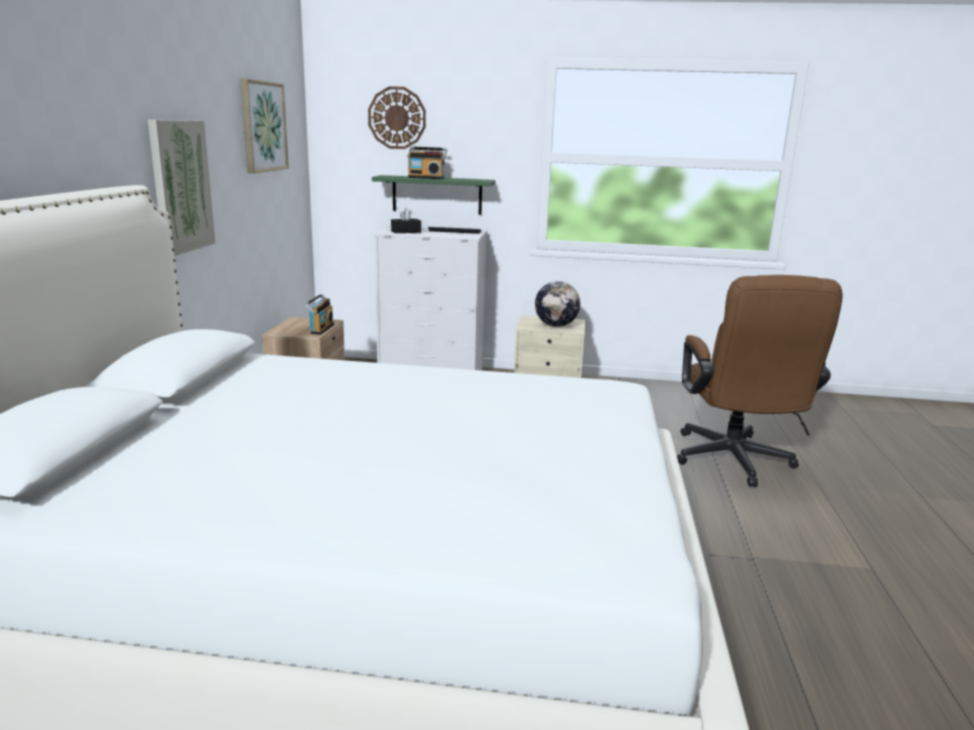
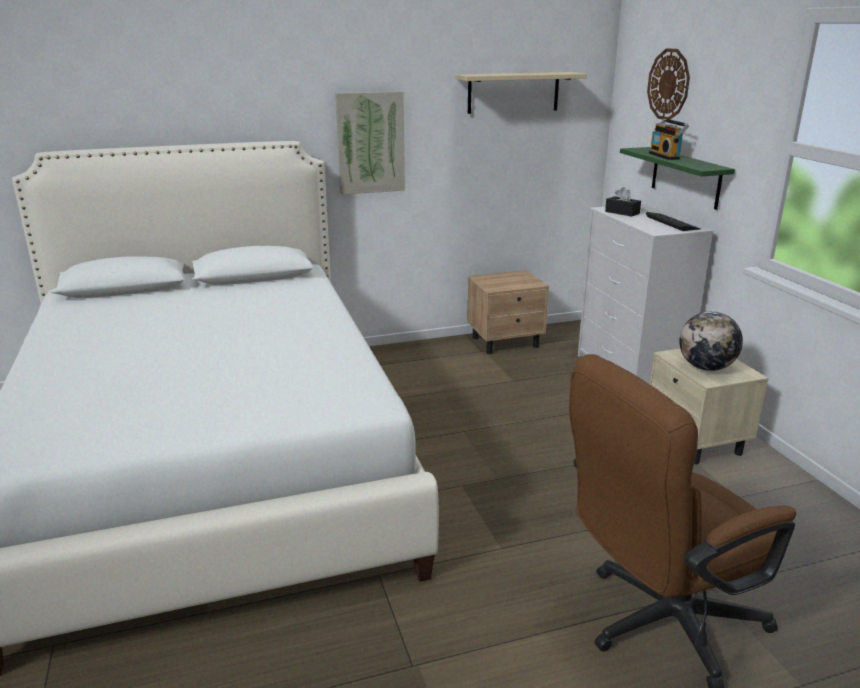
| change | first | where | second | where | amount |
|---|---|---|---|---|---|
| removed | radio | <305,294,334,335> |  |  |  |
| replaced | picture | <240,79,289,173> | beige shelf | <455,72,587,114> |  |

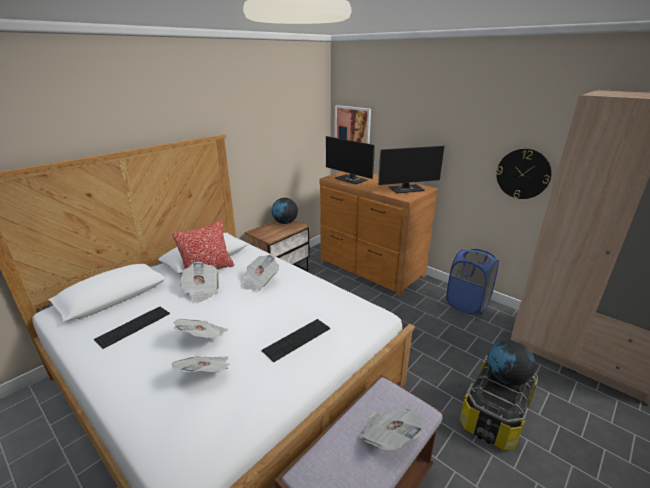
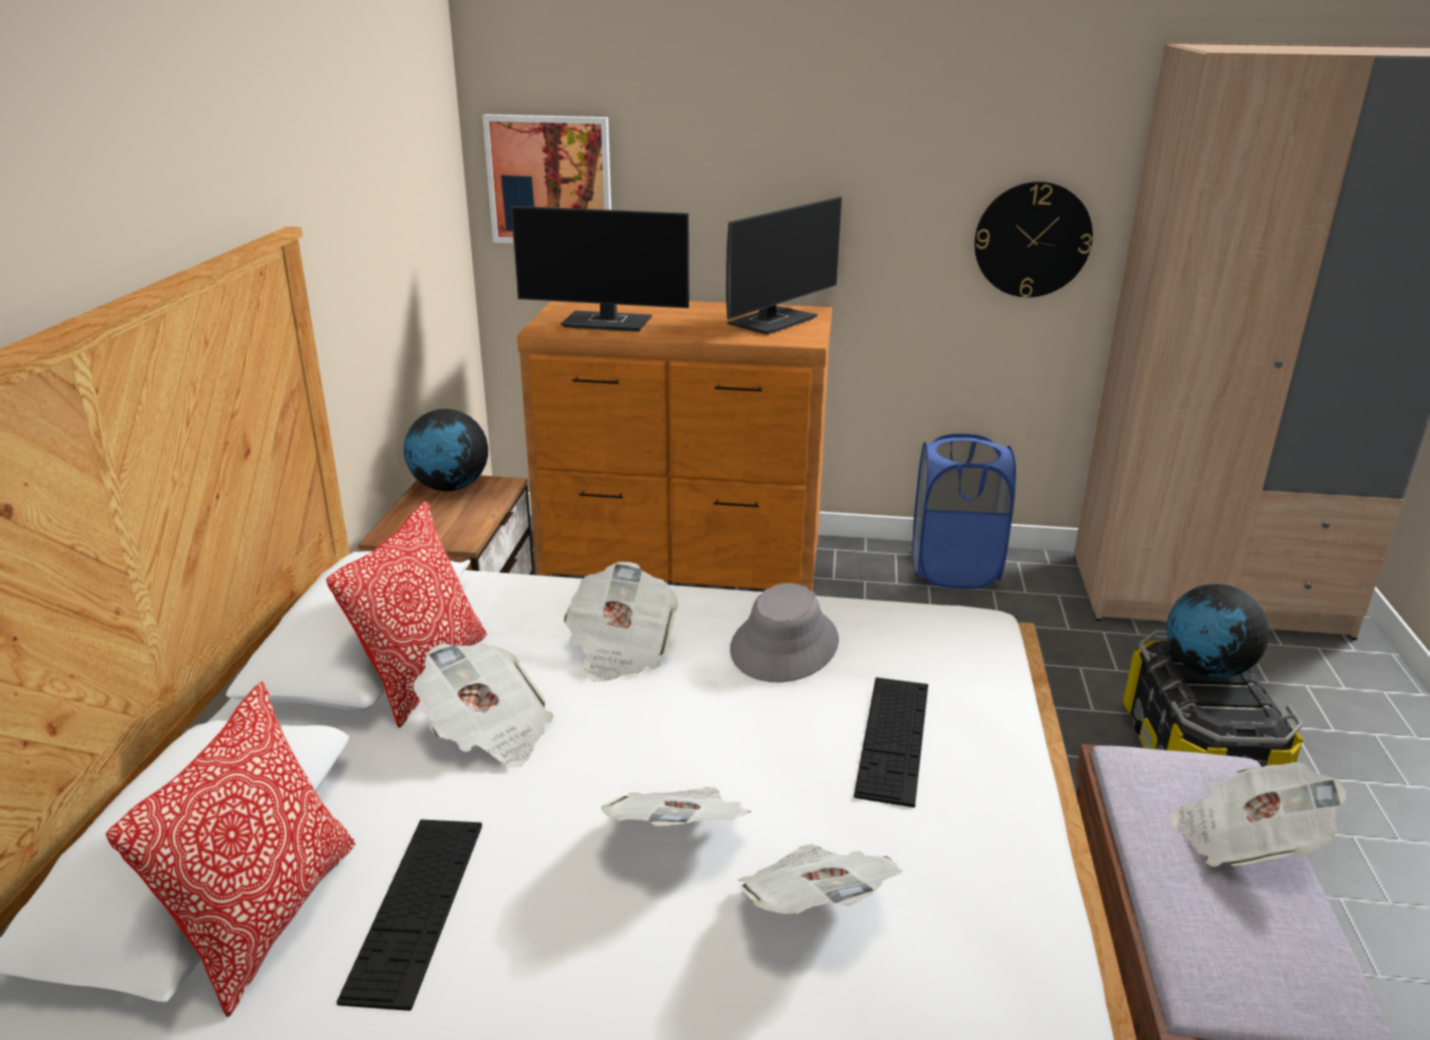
| change | first | where | second | where | amount |
|---|---|---|---|---|---|
| added |  |  | pillow | <105,681,356,1018> |  |
| added |  |  | grey hat | <730,583,839,682> |  |

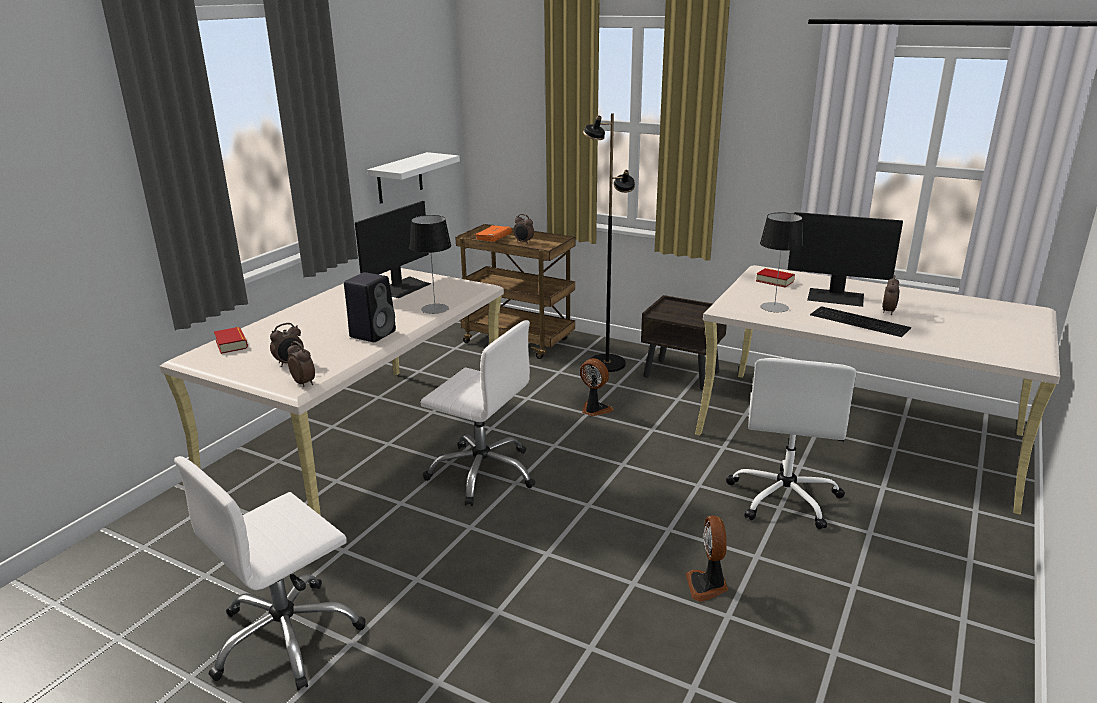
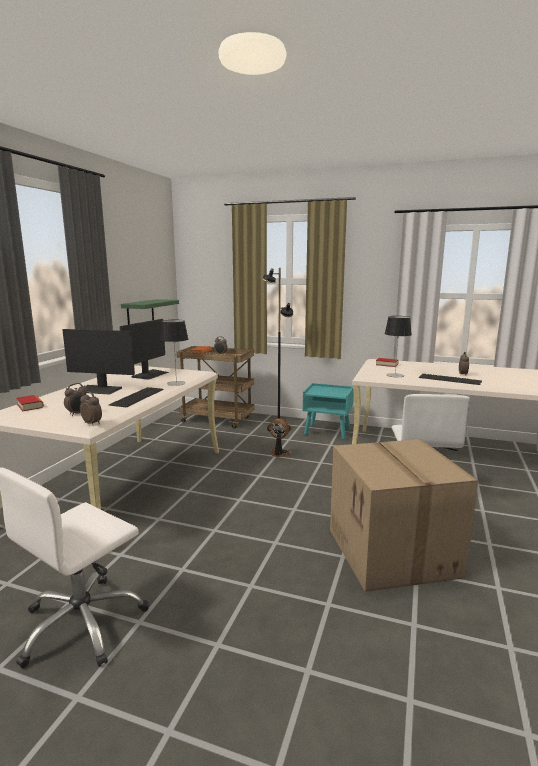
| change | first | where | second | where | amount |
|---|---|---|---|---|---|
| removed | white office chair | <420,320,535,506> |  |  |  |
| moved | monitor | <788,212,903,307> |  | <62,329,135,395> |  |
| replaced | black speaker | <344,272,396,342> | keyboard | <109,387,164,408> |  |
| replaced | fan | <685,516,728,602> | cardboard box | <330,439,478,592> |  |
| recoloured | white shelf | <367,152,460,204> | green shelf | <121,299,179,325> |  |
| recoloured | brown nightstand | <641,295,727,390> | turquoise nightstand | <303,383,354,439> |  |

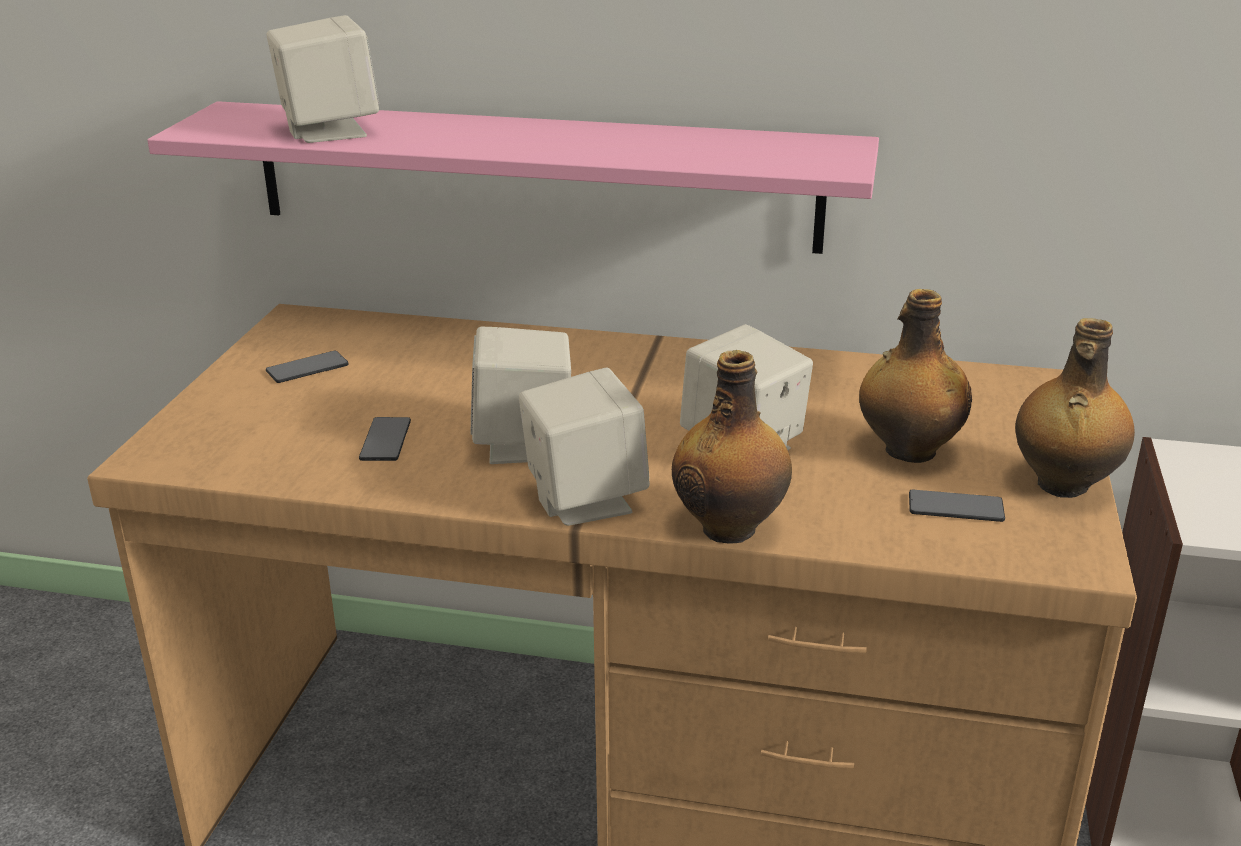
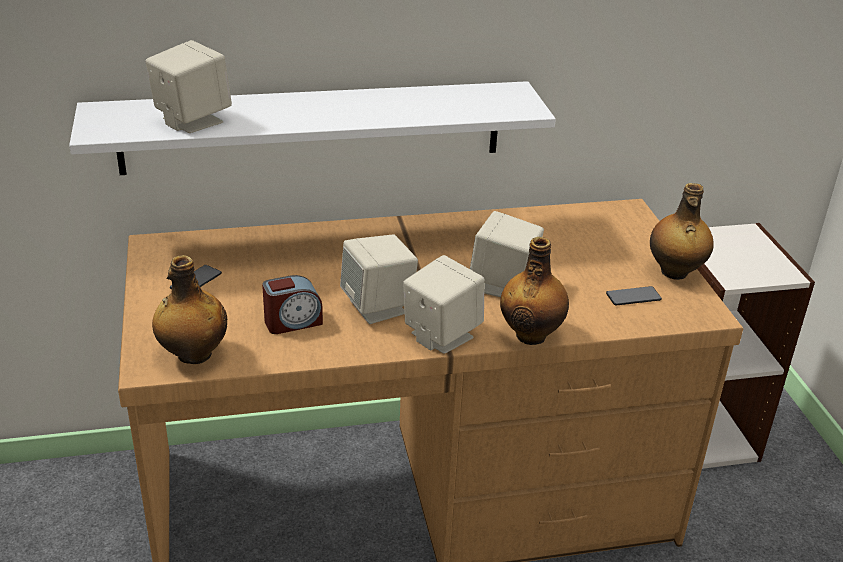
| change | first | where | second | where | amount |
|---|---|---|---|---|---|
| moved | bottle | <859,289,972,463> |  | <152,255,227,364> |  |
| replaced | phone | <359,417,411,461> | alarm clock | <262,275,323,334> |  |
| recoloured | pink shelf | <147,101,879,254> | white shelf | <69,81,556,175> |  |

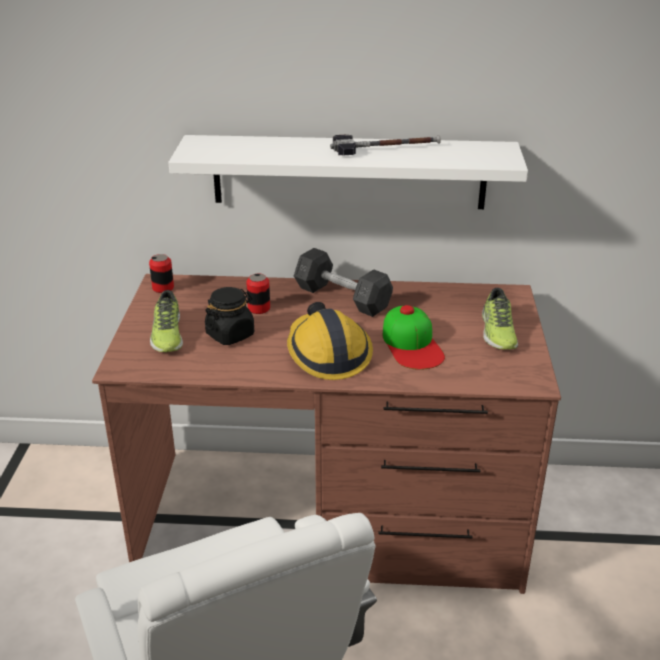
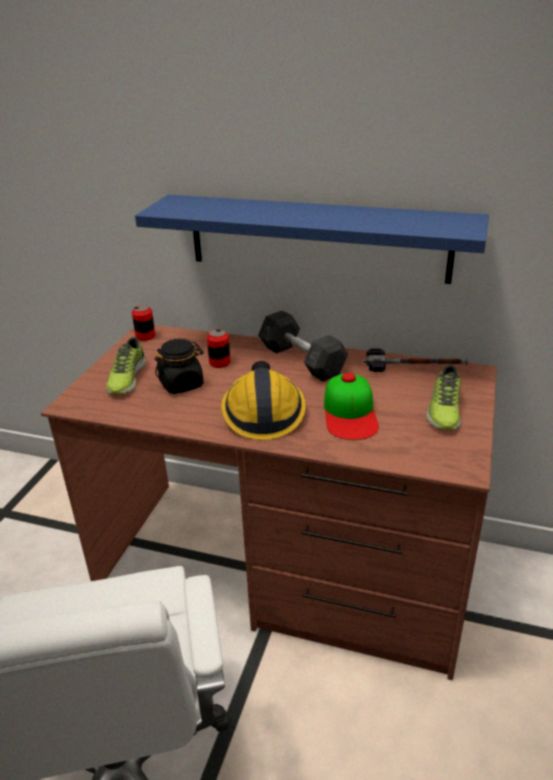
| change | first | where | second | where | amount |
|---|---|---|---|---|---|
| moved | hammer | <330,135,441,155> |  | <363,349,469,372> |  |
| recoloured | white shelf | <168,135,528,209> | blue shelf | <135,195,489,284> |  |

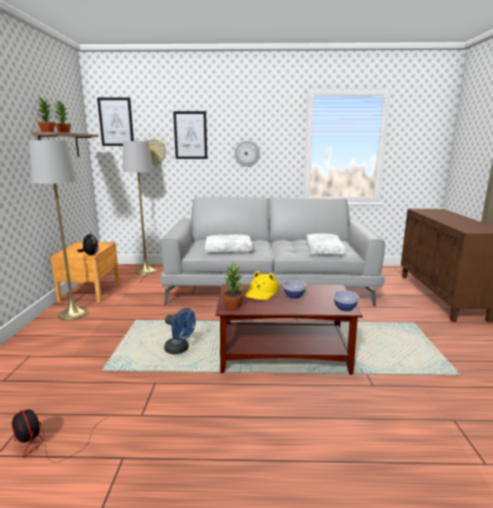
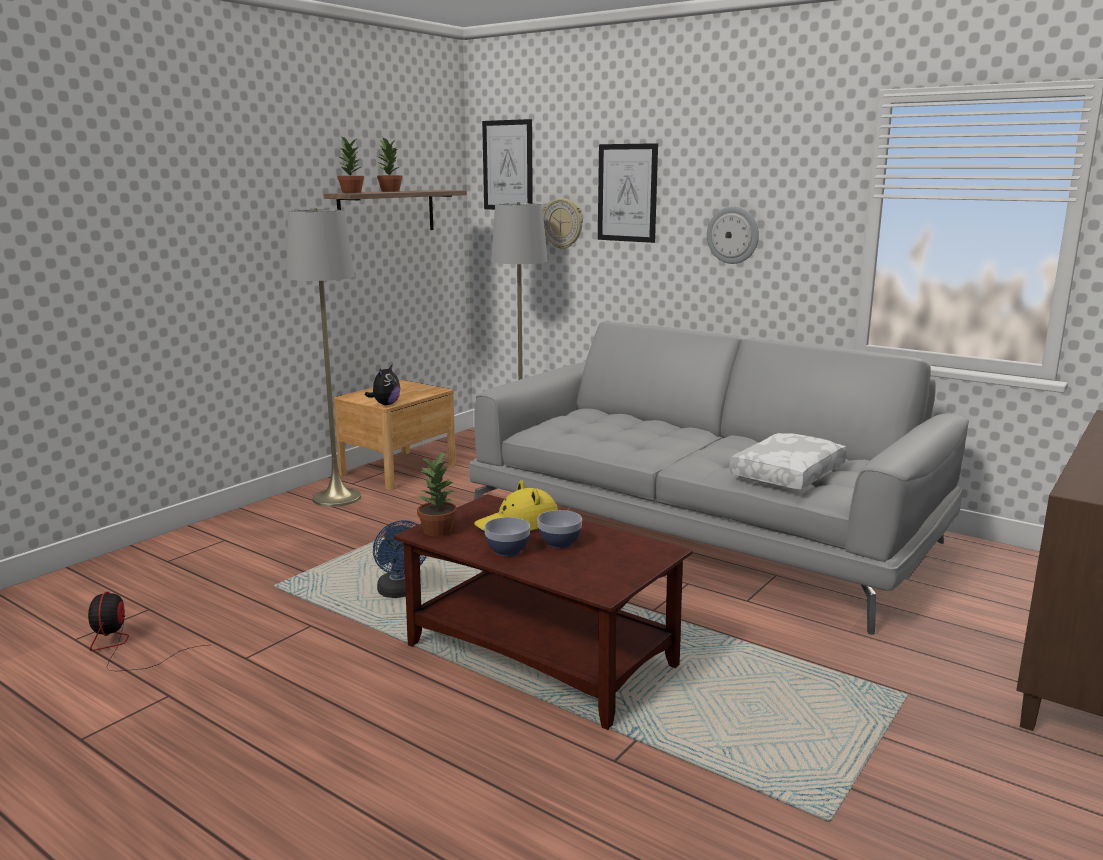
| change | first | where | second | where | amount |
|---|---|---|---|---|---|
| removed | white pillow | <205,235,252,253> |  |  |  |
| moved | bowl | <334,291,359,311> |  | <484,517,530,557> |  |

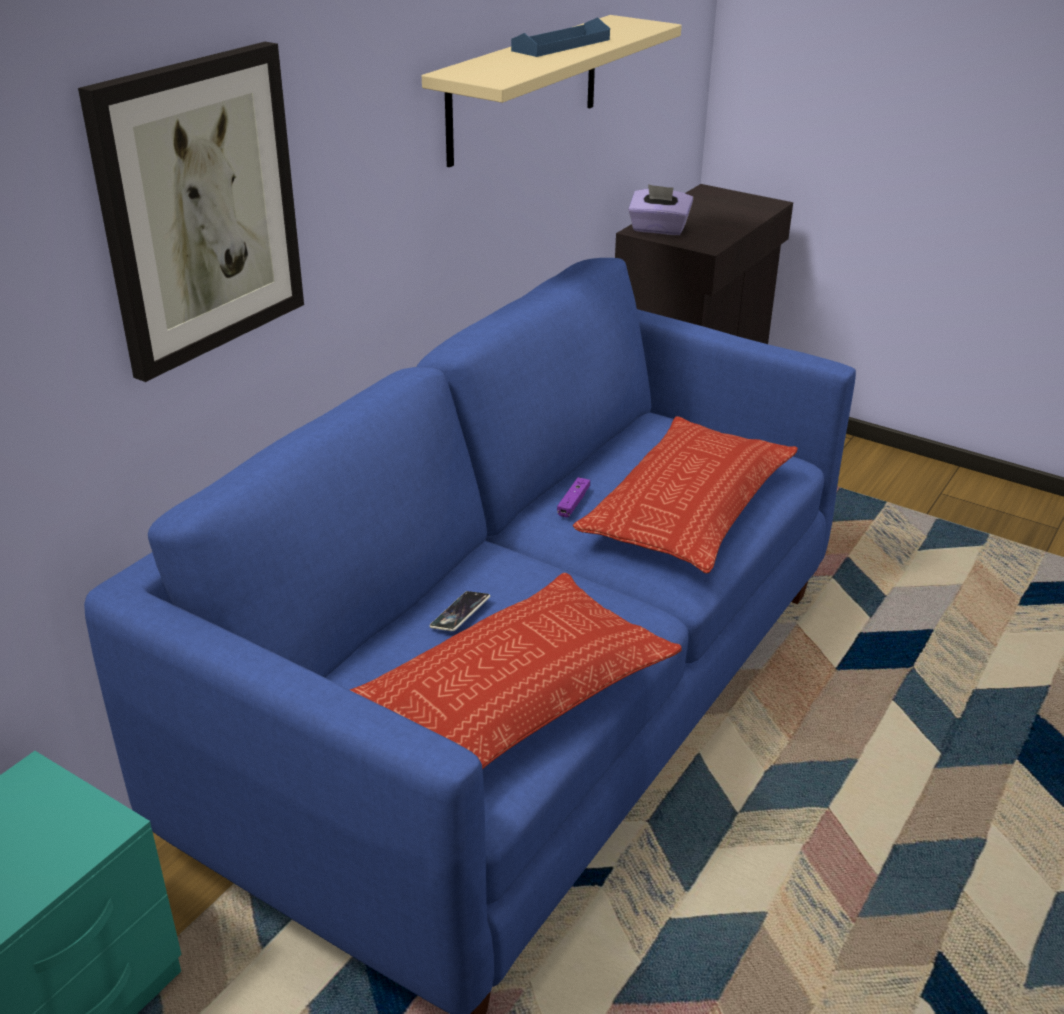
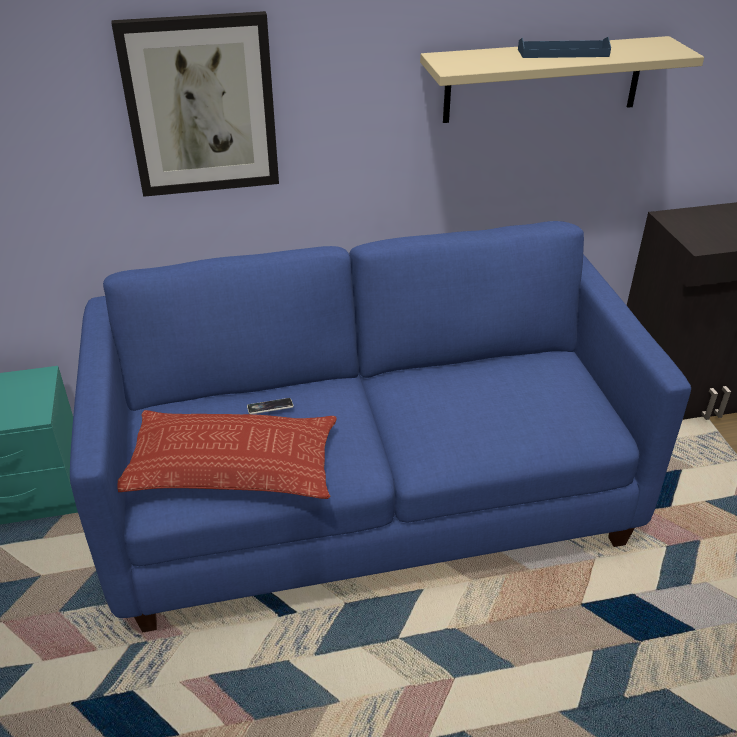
| change | first | where | second | where | amount |
|---|---|---|---|---|---|
| removed | purple game controller | <557,477,590,518> |  |  |  |
| removed | pillow | <573,416,798,573> |  |  |  |
| removed | purple tissue box | <628,184,693,235> |  |  |  |

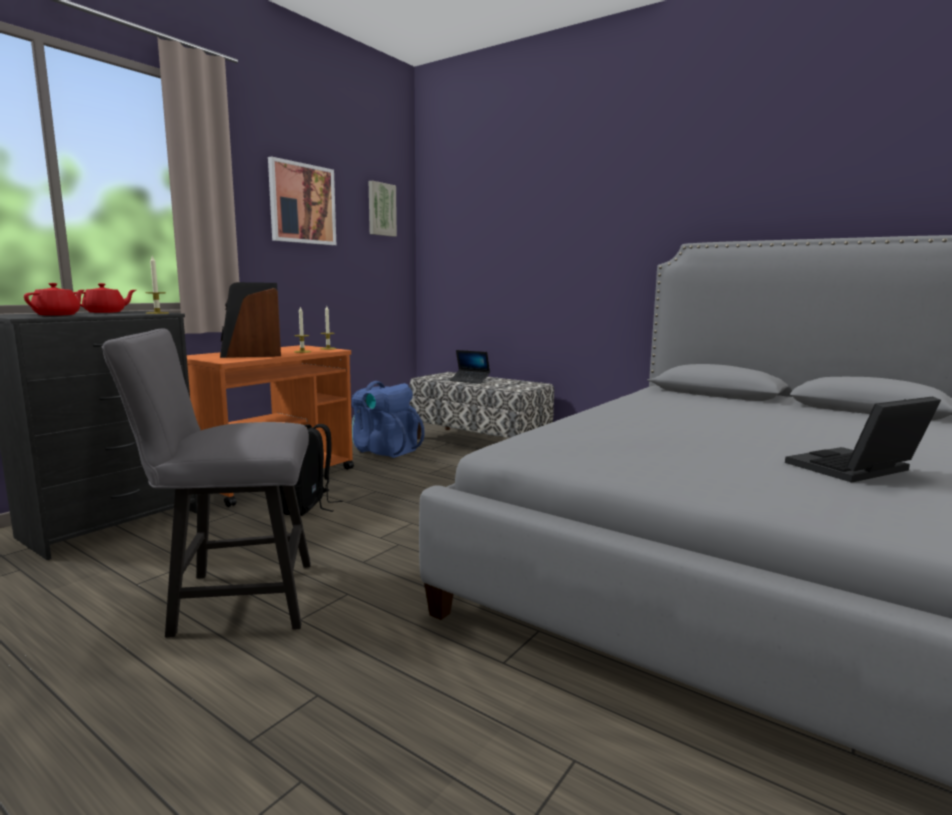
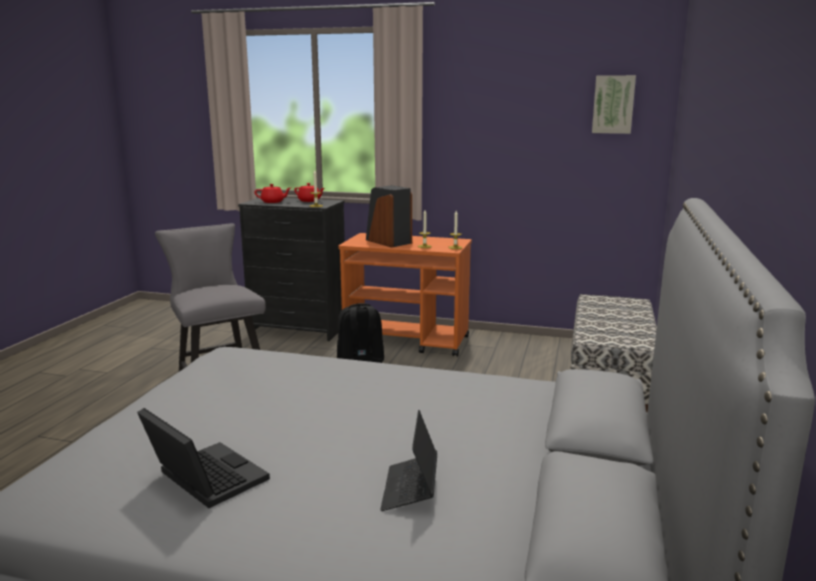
| change | first | where | second | where | amount |
|---|---|---|---|---|---|
| removed | picture | <268,156,336,245> |  |  |  |
| removed | blue backpack | <352,381,425,458> |  |  |  |
| moved | laptop | <450,350,490,384> |  | <380,410,437,511> |  |

